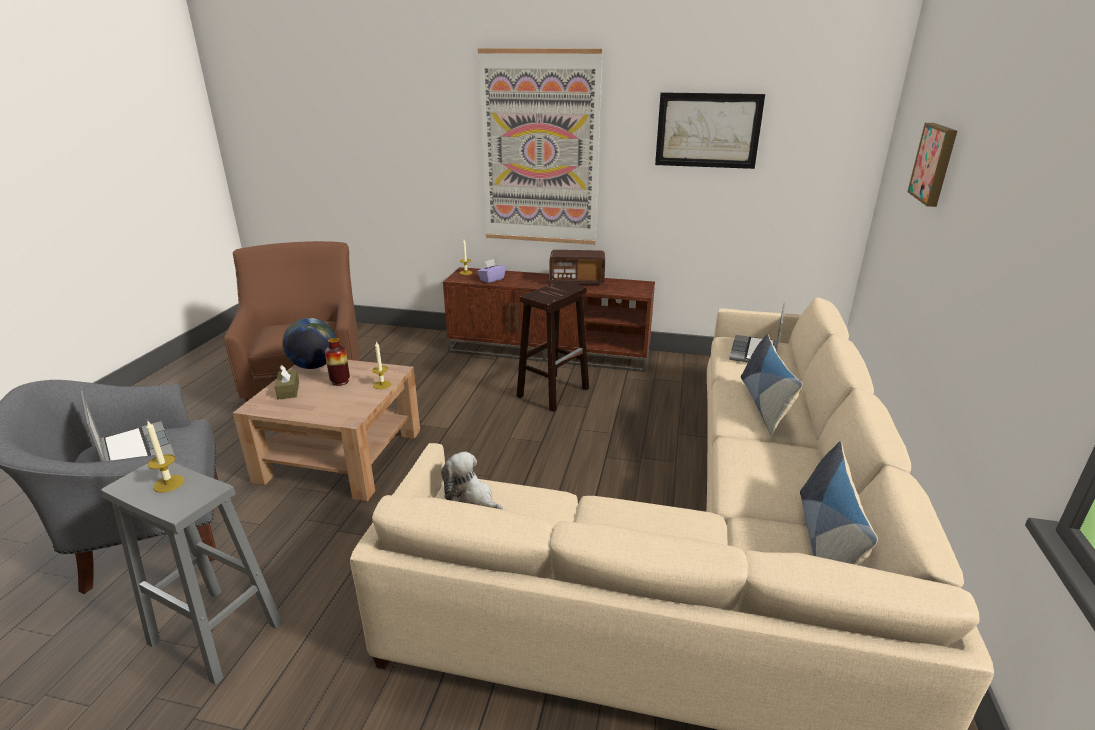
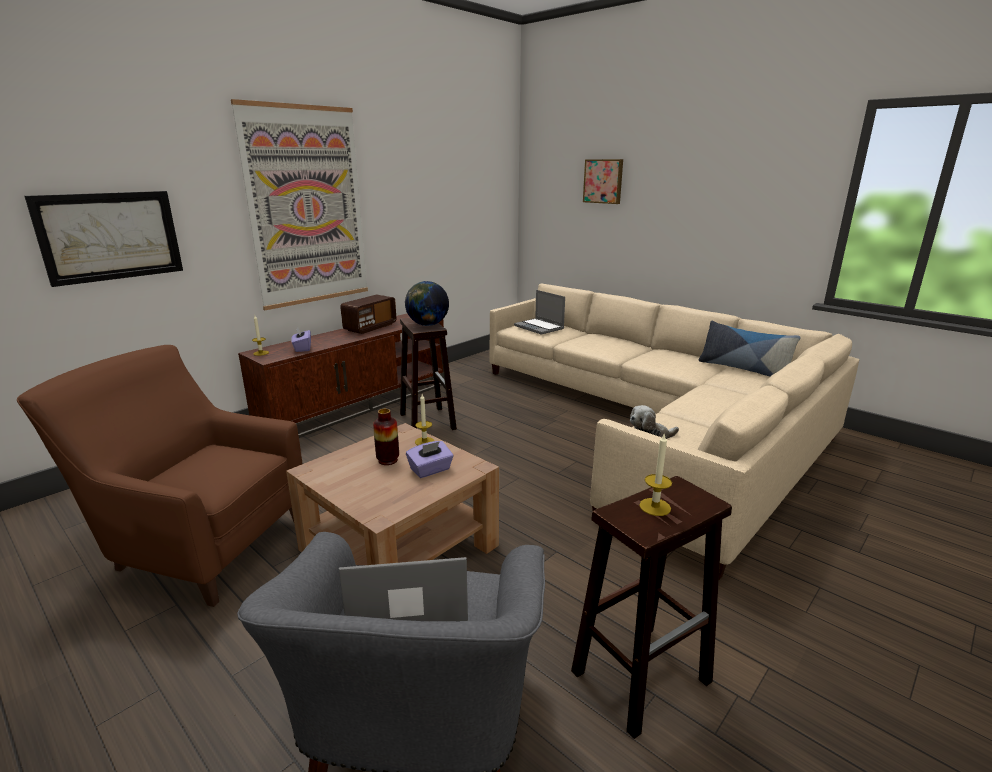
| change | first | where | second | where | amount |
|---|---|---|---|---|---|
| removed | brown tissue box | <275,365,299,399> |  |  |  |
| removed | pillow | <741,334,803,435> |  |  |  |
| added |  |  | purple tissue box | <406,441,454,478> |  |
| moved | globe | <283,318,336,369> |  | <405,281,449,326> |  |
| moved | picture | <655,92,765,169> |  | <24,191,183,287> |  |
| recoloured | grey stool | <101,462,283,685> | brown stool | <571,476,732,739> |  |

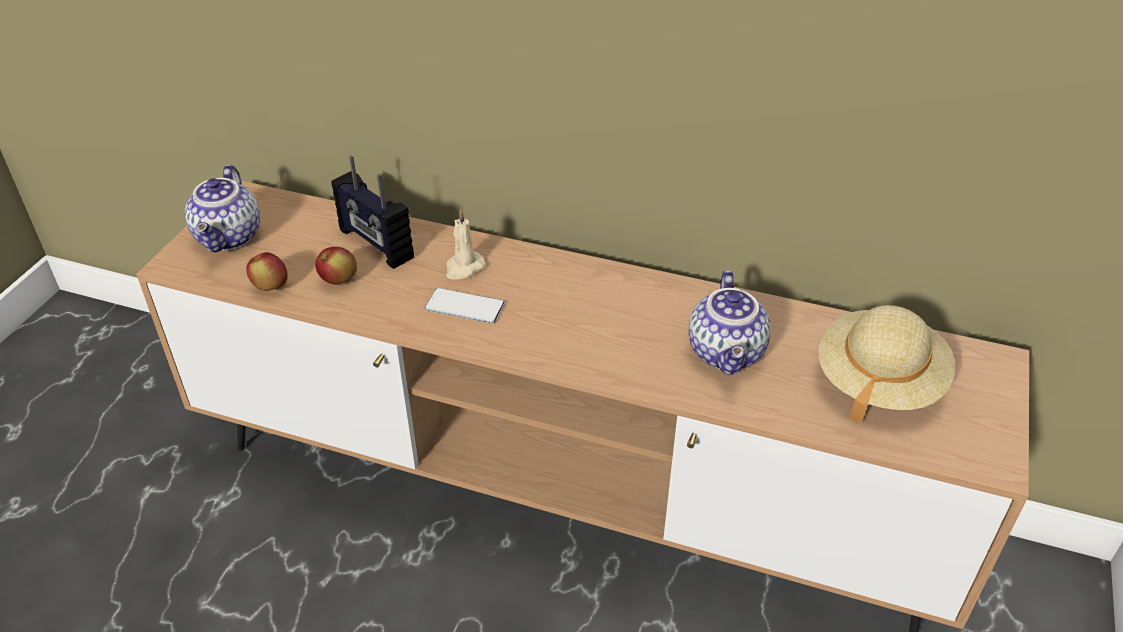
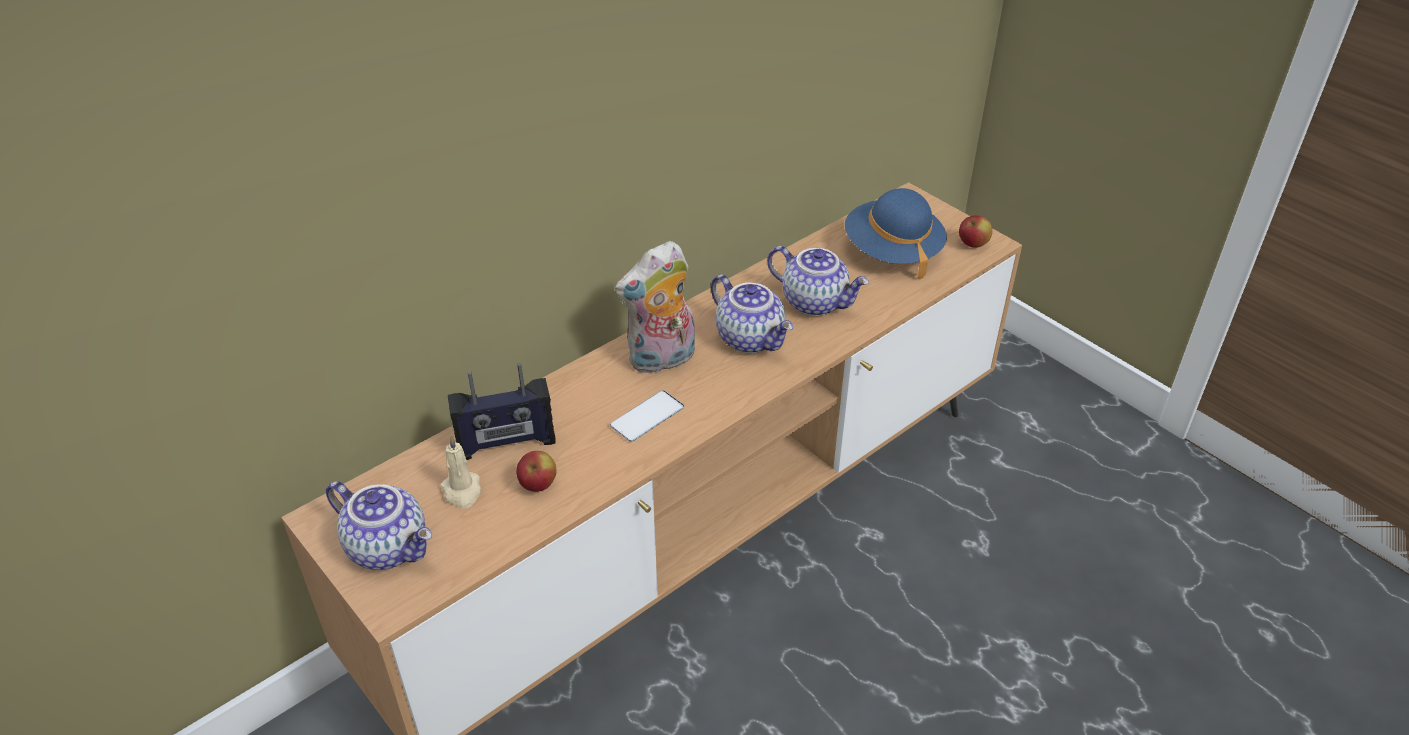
| change | first | where | second | where | amount |
|---|---|---|---|---|---|
| added |  |  | plush toy | <615,241,695,375> |  |
| added |  |  | teapot | <711,274,793,353> |  |
| moved | apple | <246,252,288,291> |  | <959,215,992,248> |  |
| moved | beige candle | <446,209,485,279> |  | <440,436,481,509> |  |
| recoloured | beige hat | <819,305,955,424> | blue hat | <845,188,947,279> |  |

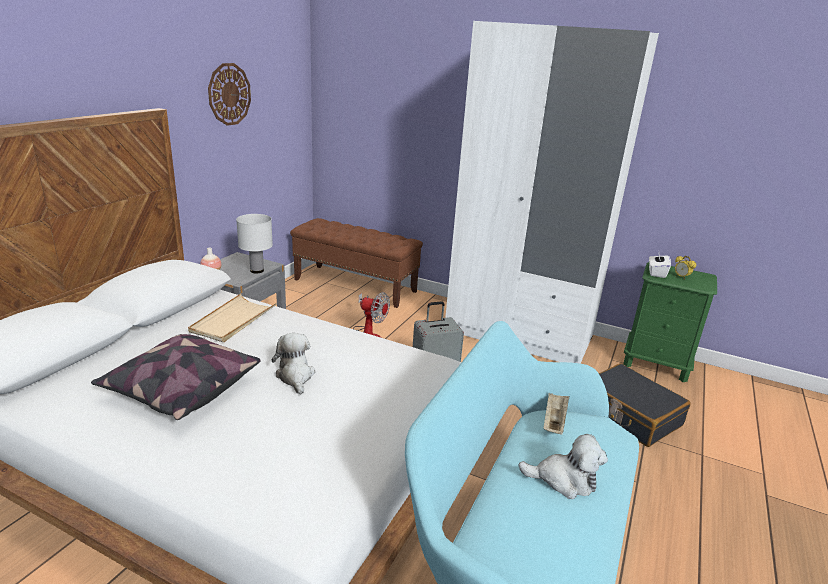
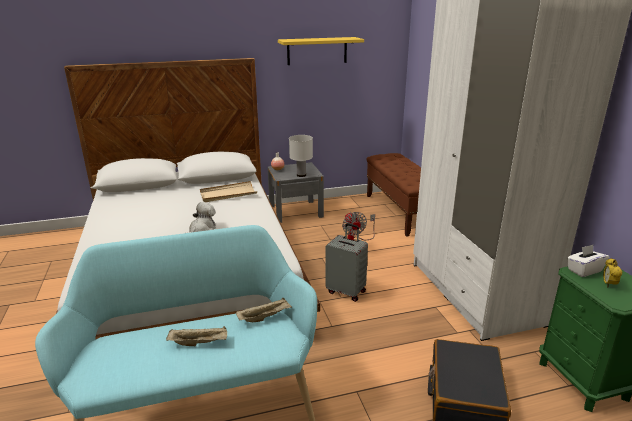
| change | first | where | second | where | amount |
|---|---|---|---|---|---|
| removed | pillow | <91,334,261,420> |  |  |  |
| replaced | wall clock | <208,63,251,126> | yellow shelf | <278,37,364,65> |  |
| replaced | plush toy | <518,434,608,499> | beige tray | <166,326,227,346> |  |

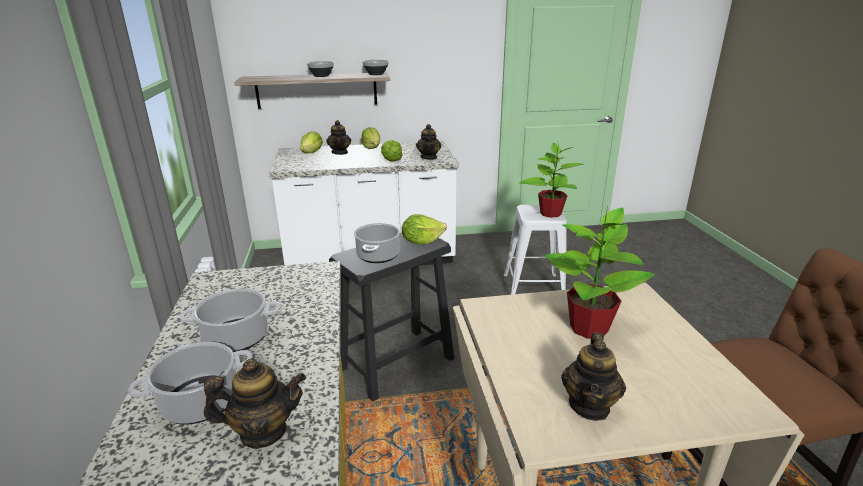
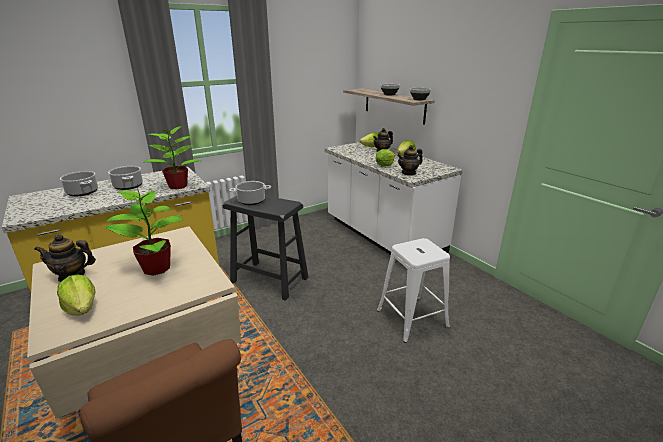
| change | first | where | second | where | amount |
|---|---|---|---|---|---|
| removed | teapot | <204,358,306,449> |  |  |  |
| moved | lettuce | <402,214,447,244> |  | <57,274,95,316> |  |
| moved | potted plant | <519,143,585,218> |  | <144,125,201,189> |  |

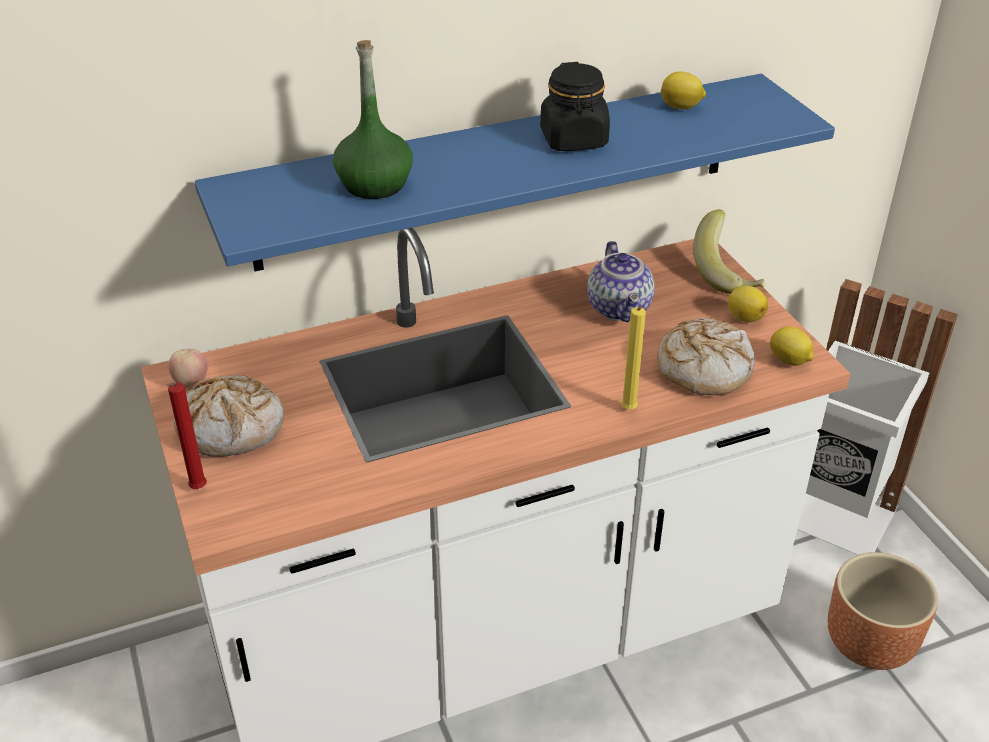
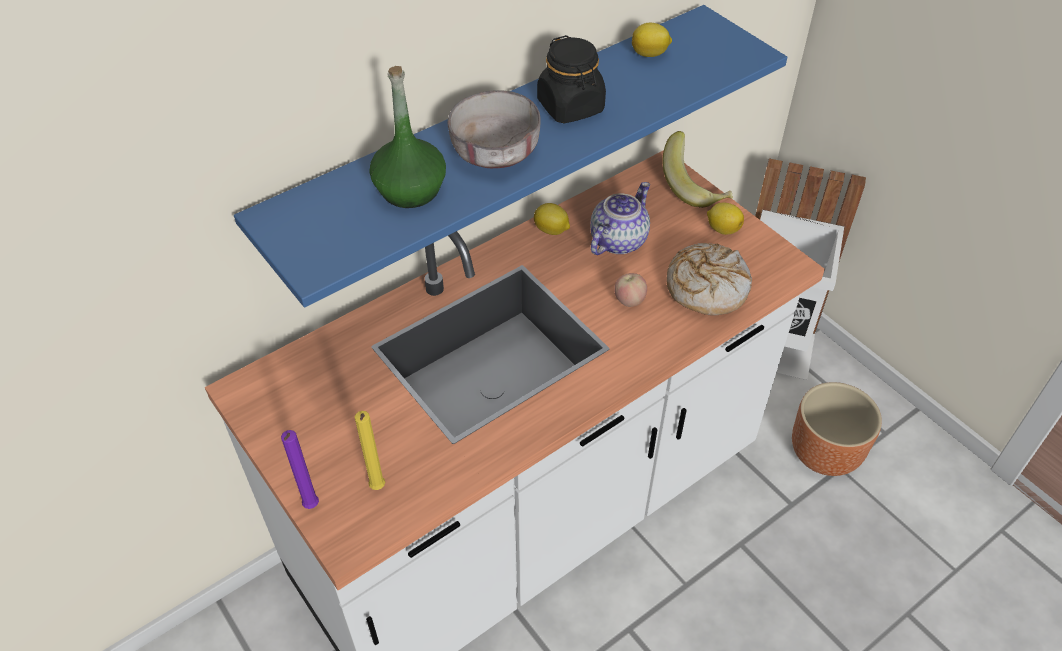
| change | first | where | second | where | amount |
|---|---|---|---|---|---|
| removed | bread | <174,375,284,457> |  |  |  |
| added |  |  | grey bowl | <448,90,541,168> |  |
| moved | apple | <168,349,208,387> |  | <614,273,647,307> |  |
| moved | yellow candle | <621,306,646,410> |  | <355,411,385,490> |  |
| moved | lemon | <770,326,813,366> |  | <534,203,570,235> |  |
| recoloured | red candle | <167,383,207,489> | purple candle | <281,430,319,509> |  |
| turned | teapot | <587,241,655,322> |  | <590,182,650,255> | 120 degrees counterclockwise |

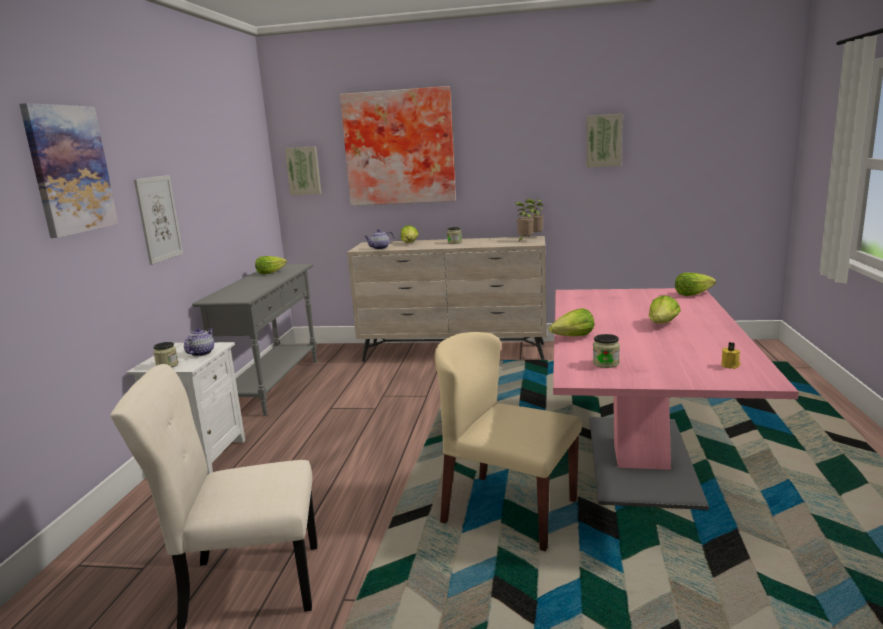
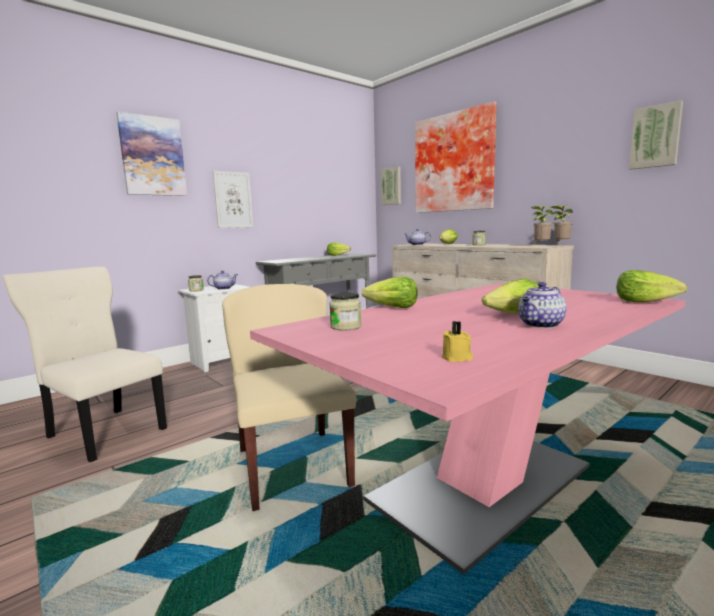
| change | first | where | second | where | amount |
|---|---|---|---|---|---|
| added |  |  | teapot | <518,282,567,328> |  |

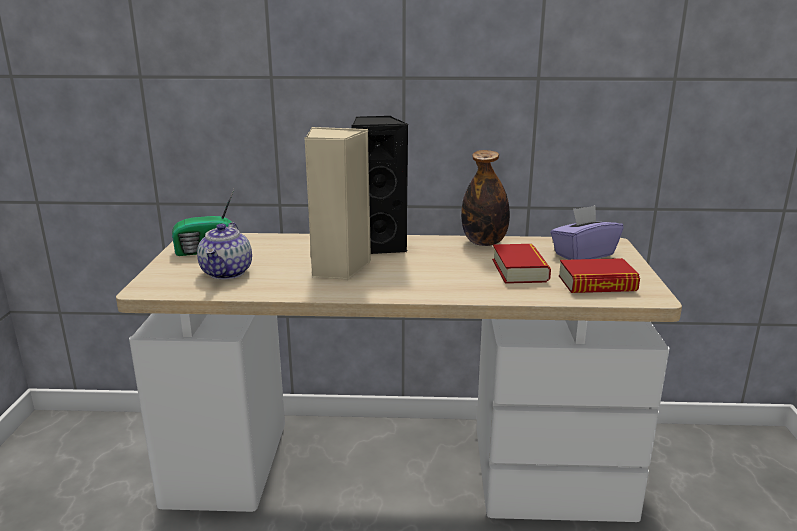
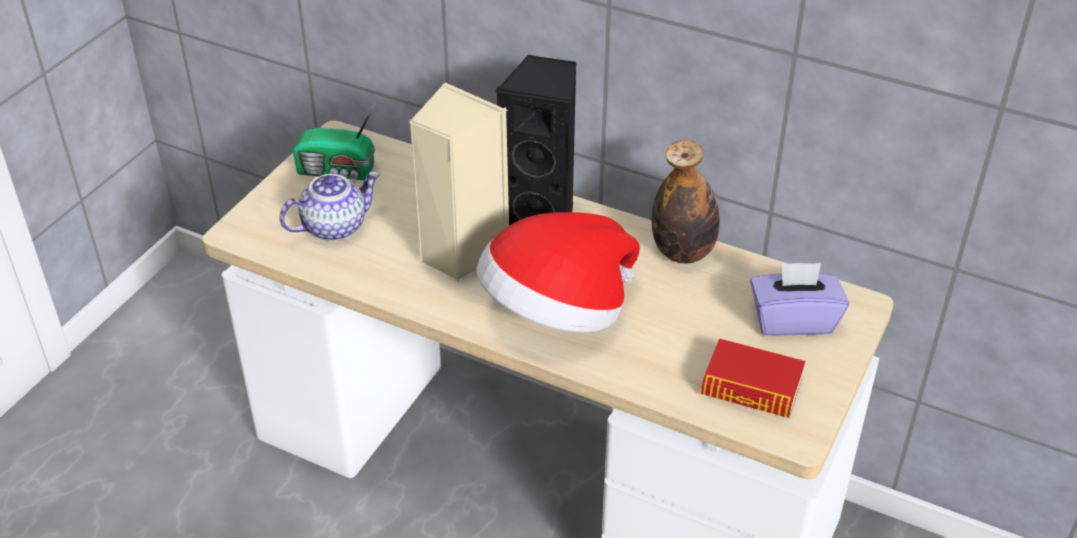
| change | first | where | second | where | amount |
|---|---|---|---|---|---|
| removed | book | <492,244,551,284> |  |  |  |
| added |  |  | hat | <477,212,640,333> |  |
| turned | teapot | <197,222,252,279> |  | <279,171,380,241> | 150 degrees counterclockwise |

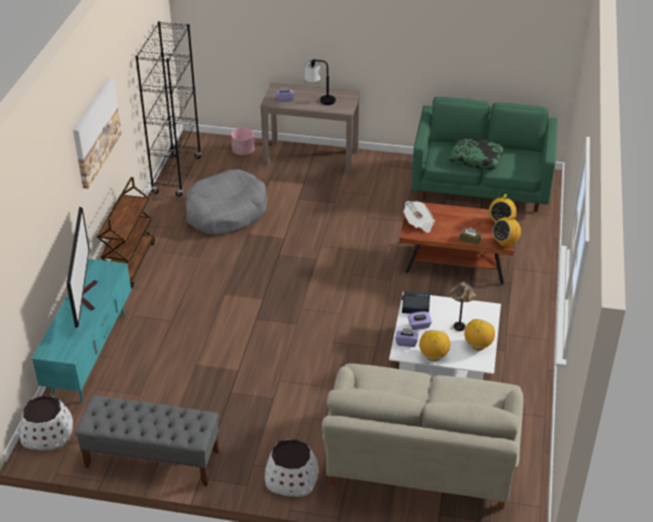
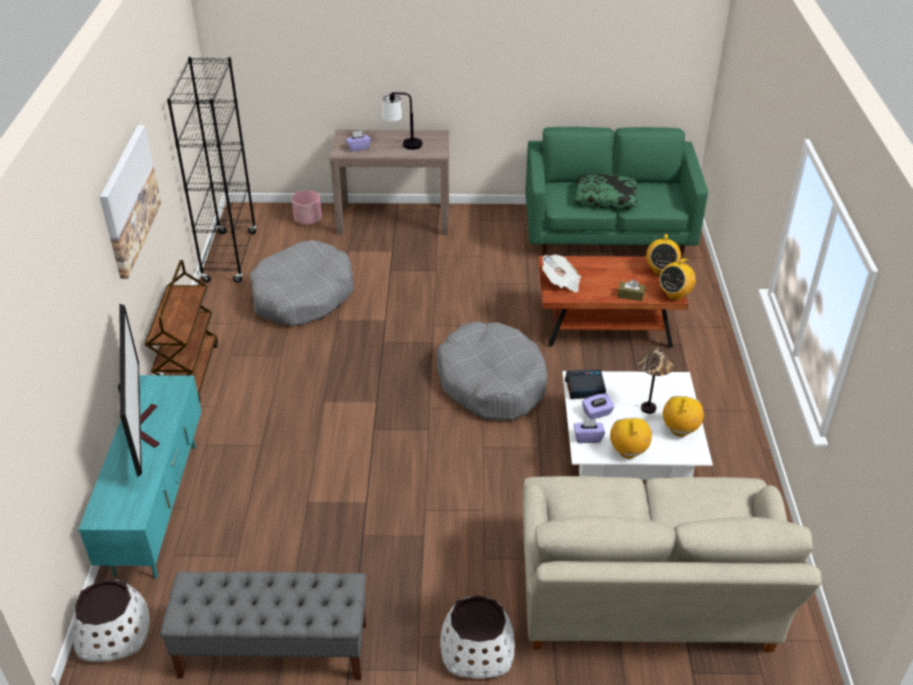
| change | first | where | second | where | amount |
|---|---|---|---|---|---|
| added |  |  | grey dog bed | <436,321,548,421> |  |

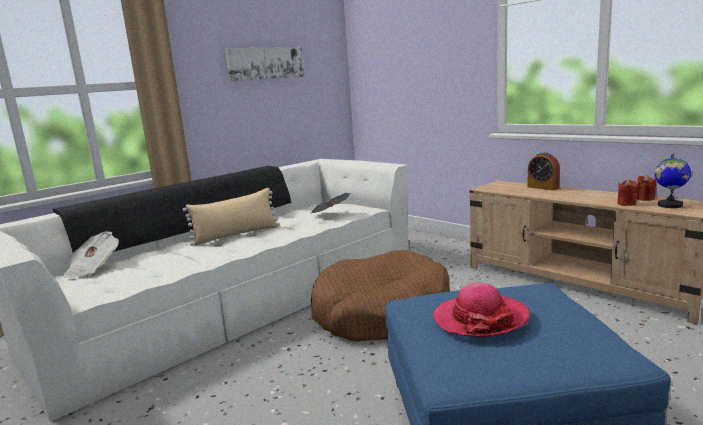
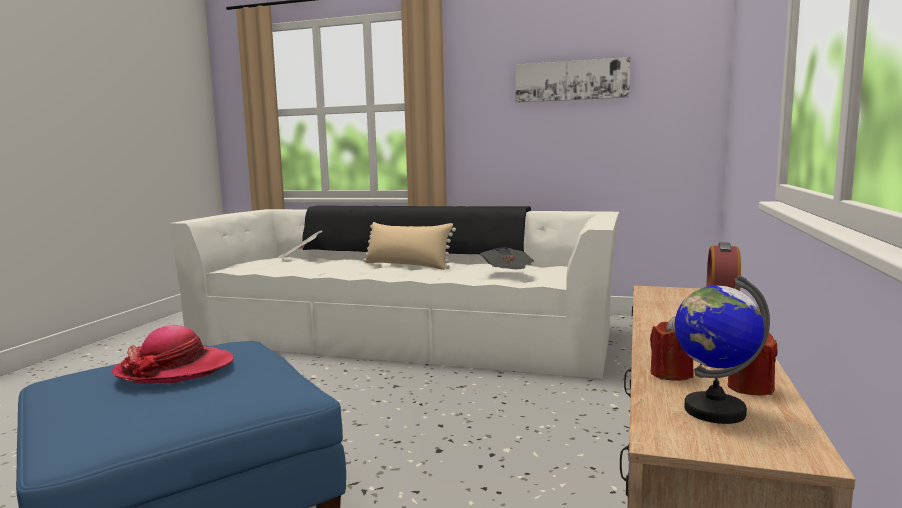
| change | first | where | second | where | amount |
|---|---|---|---|---|---|
| removed | brown dog bed | <311,250,450,341> |  |  |  |

